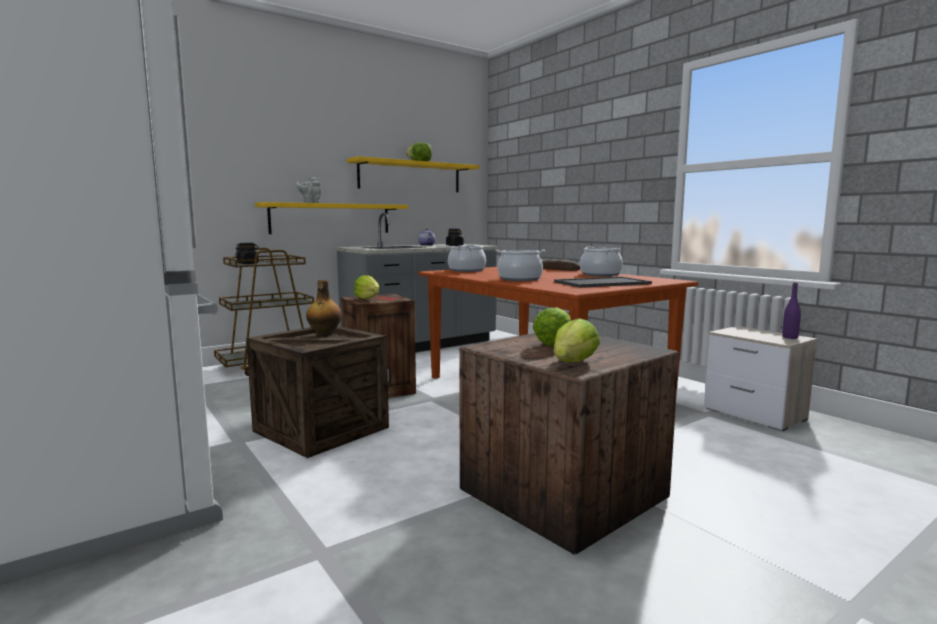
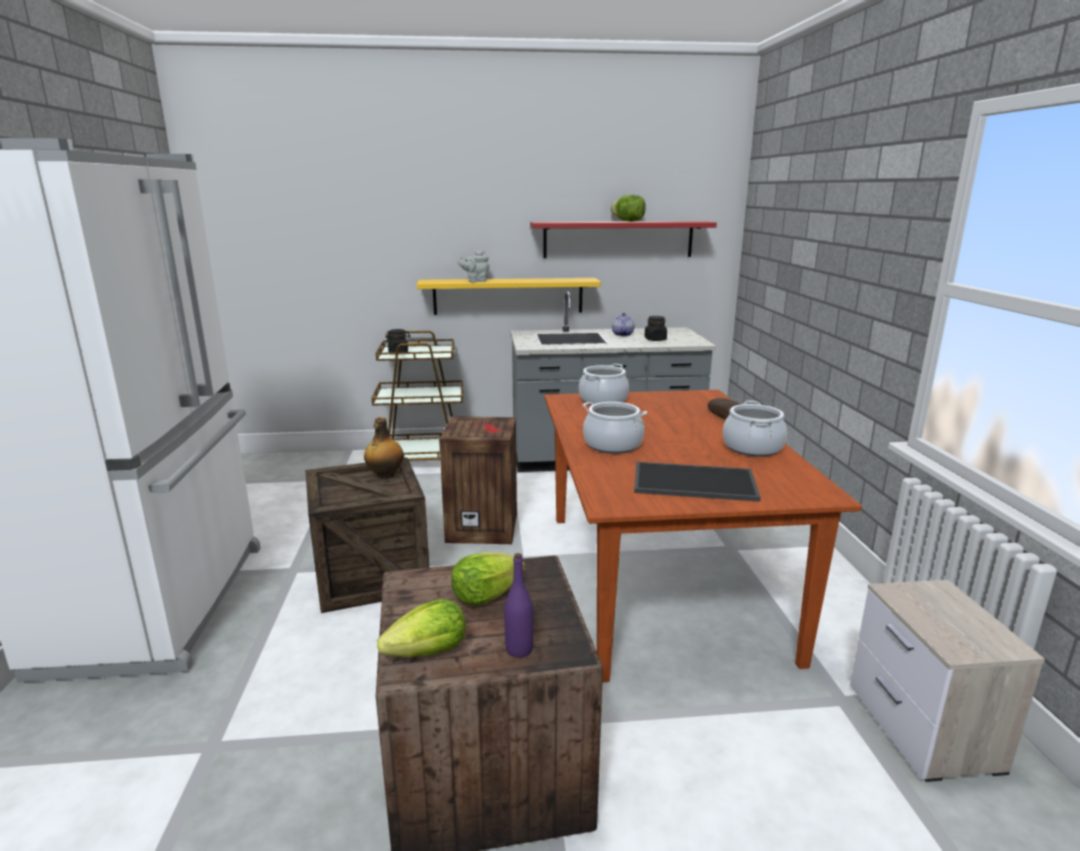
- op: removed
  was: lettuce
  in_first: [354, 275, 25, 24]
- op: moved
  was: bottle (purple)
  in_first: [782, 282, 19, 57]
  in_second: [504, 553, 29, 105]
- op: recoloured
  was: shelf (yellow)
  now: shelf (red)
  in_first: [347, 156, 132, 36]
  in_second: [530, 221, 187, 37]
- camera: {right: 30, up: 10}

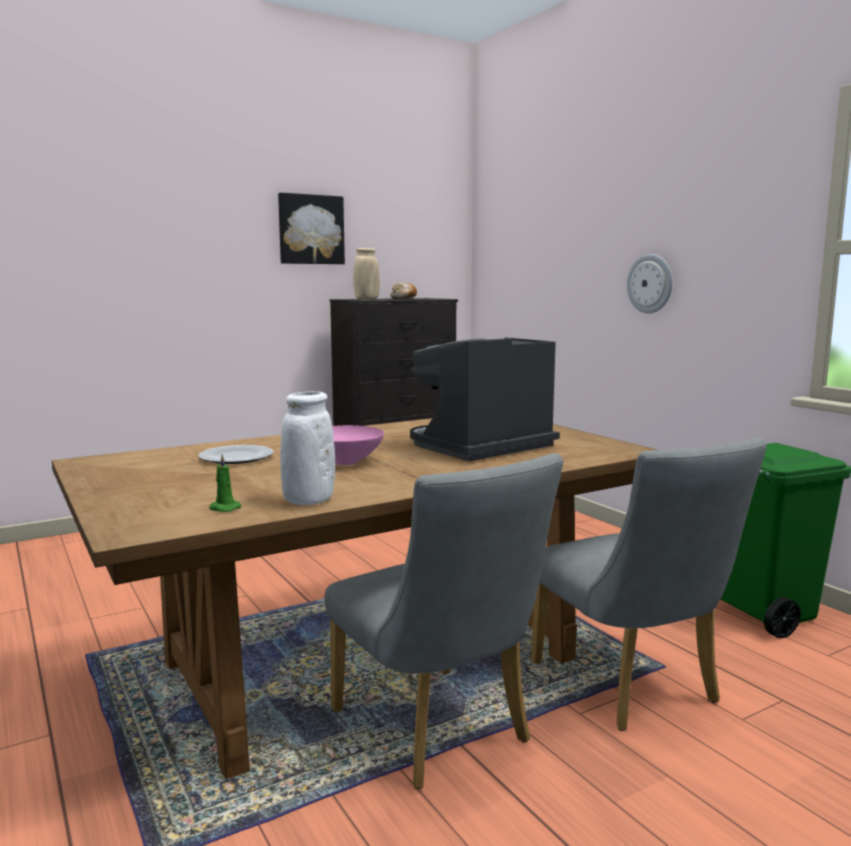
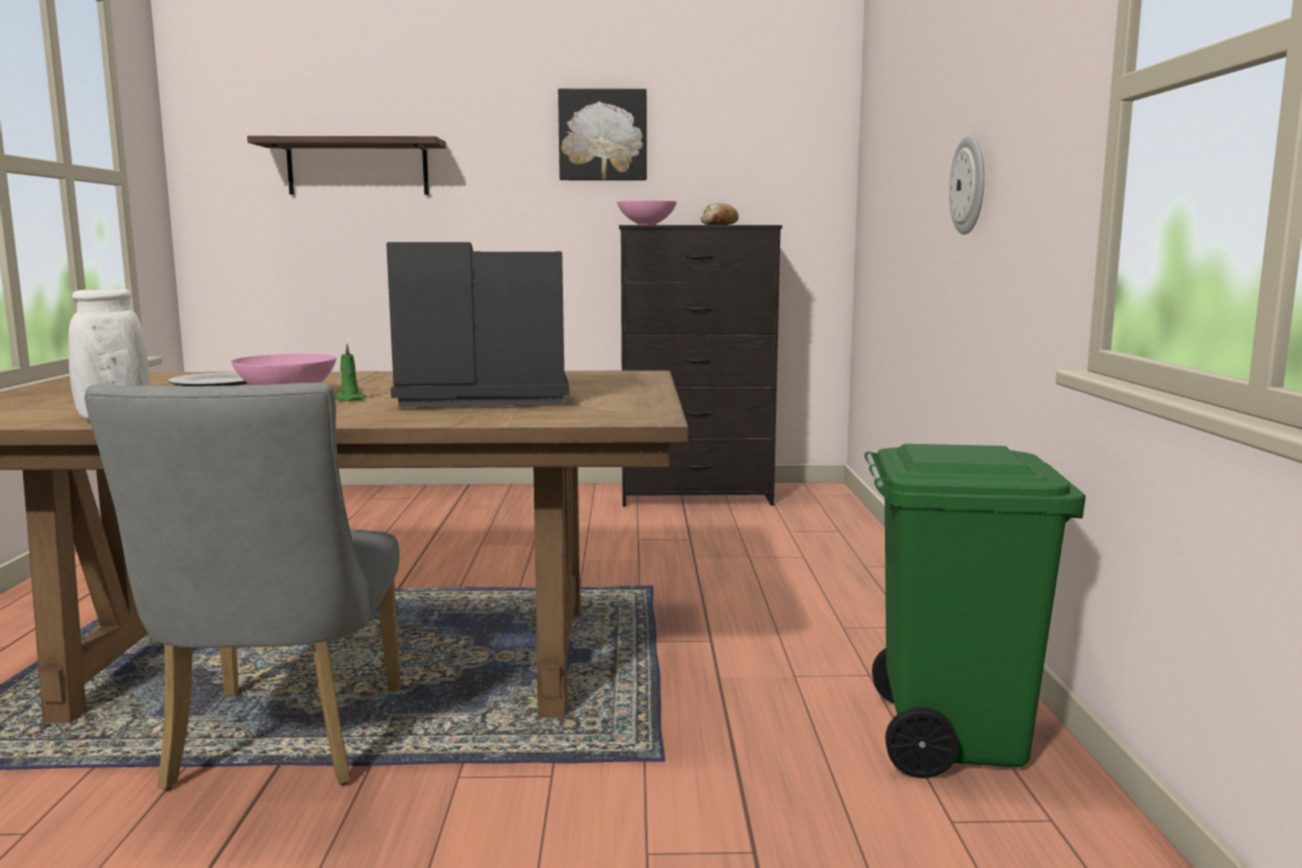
- op: removed
  was: chair (grey)
  in_first: [531, 438, 236, 293]
- op: added
  now: shelf
  in_second: [247, 136, 199, 59]
- op: moved
  was: candle (green)
  in_first: [209, 454, 32, 58]
  in_second: [335, 343, 31, 58]
- op: replaced
  was: vase (beige)
  now: bowl (pink)
  in_first: [353, 248, 27, 52]
  in_second: [617, 200, 60, 25]
- camera: {right: 30, up: 0}

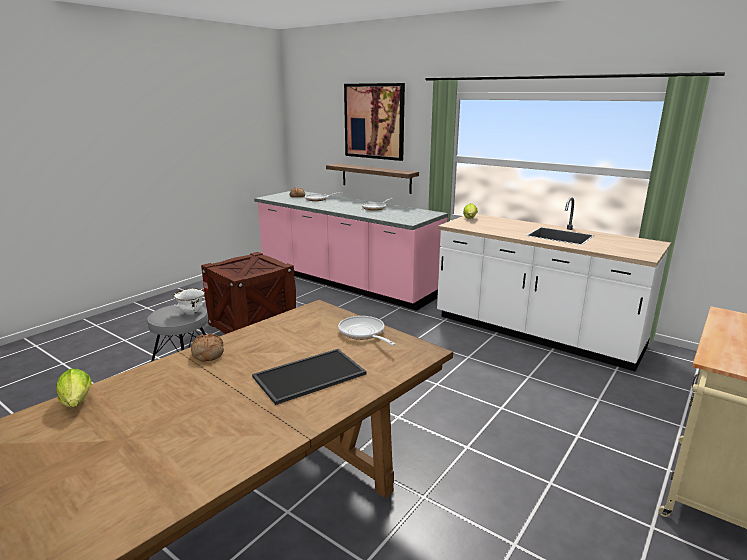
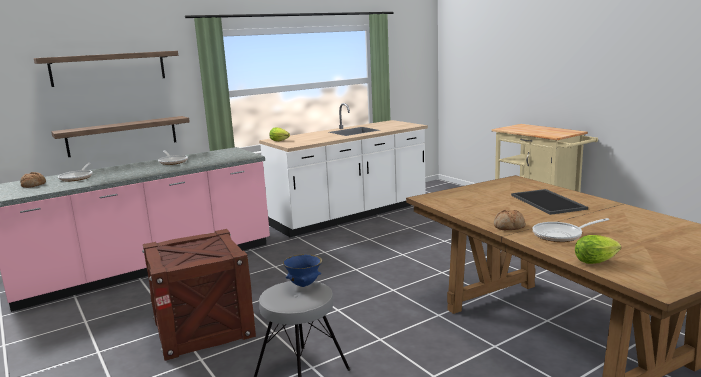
- op: moved
  was: frying pan
  in_first: [338, 316, 58, 30]
  in_second: [532, 218, 77, 24]
- op: replaced
  was: picture
  now: shelf
  in_first: [344, 83, 61, 78]
  in_second: [34, 51, 144, 36]
- op: recoloured
  was: bowl (white)
  now: bowl (blue)
  in_first: [173, 288, 32, 26]
  in_second: [283, 254, 39, 33]
- camera: {right: -70, up: -5}

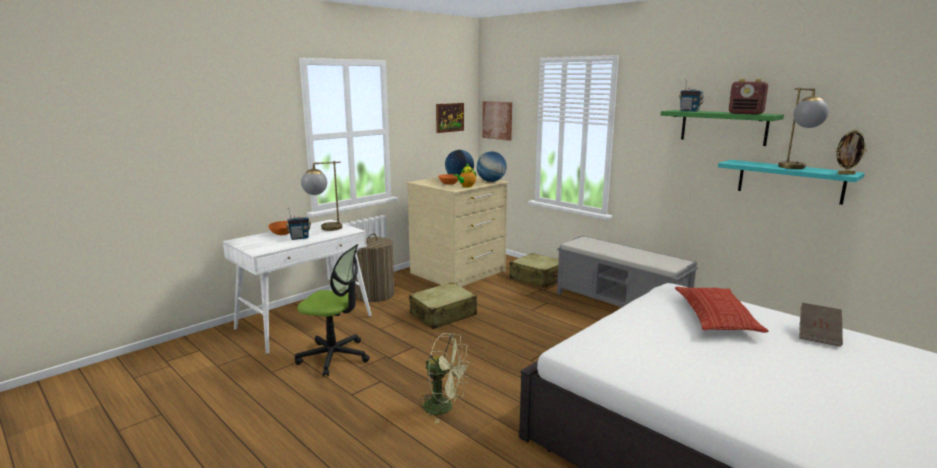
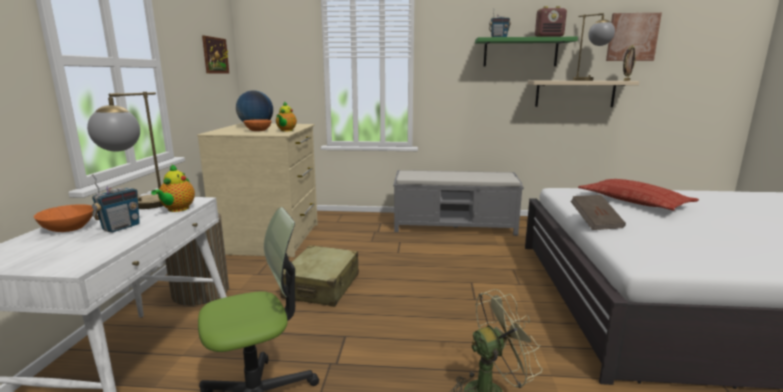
- op: removed
  was: globe
  in_first: [477, 151, 29, 31]
- op: removed
  was: suitcase (beige)
  in_first: [510, 253, 49, 35]
- op: added
  now: teapot
  in_second: [151, 164, 44, 48]
- op: moved
  was: picture
  in_first: [482, 101, 30, 40]
  in_second: [606, 13, 56, 48]
- op: moved
  was: book (brown)
  in_first: [799, 303, 44, 43]
  in_second: [570, 195, 56, 35]
- op: recoloured
  was: shelf (turquoise)
  now: shelf (beige)
  in_first: [718, 160, 147, 45]
  in_second: [528, 81, 112, 26]
- camera: {right: -40, up: 0}

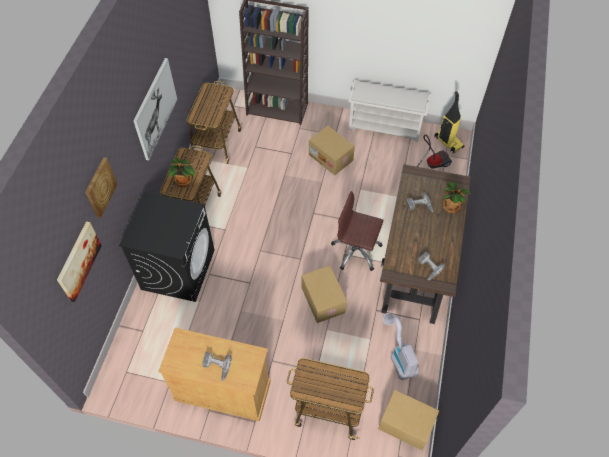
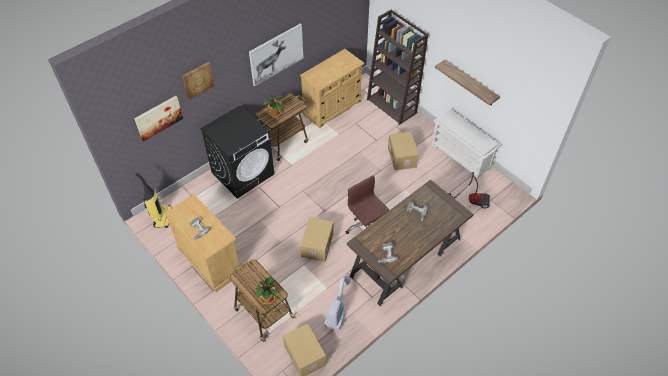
- op: added
  now: shelf
  in_second: [435, 59, 65, 47]
- op: moved
  was: vacuum cleaner
  in_first: [434, 91, 30, 62]
  in_second: [135, 173, 37, 55]
- op: moved
  was: potted plant
  in_first: [443, 182, 28, 31]
  in_second: [256, 277, 21, 28]
- op: replaced
  was: cart
  now: cabinet (beige)
  in_first: [187, 81, 54, 83]
  in_second: [300, 49, 65, 79]
- camera: {right: 35, up: -5}

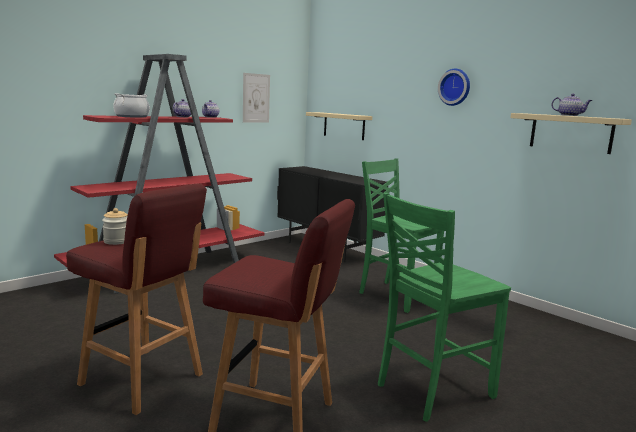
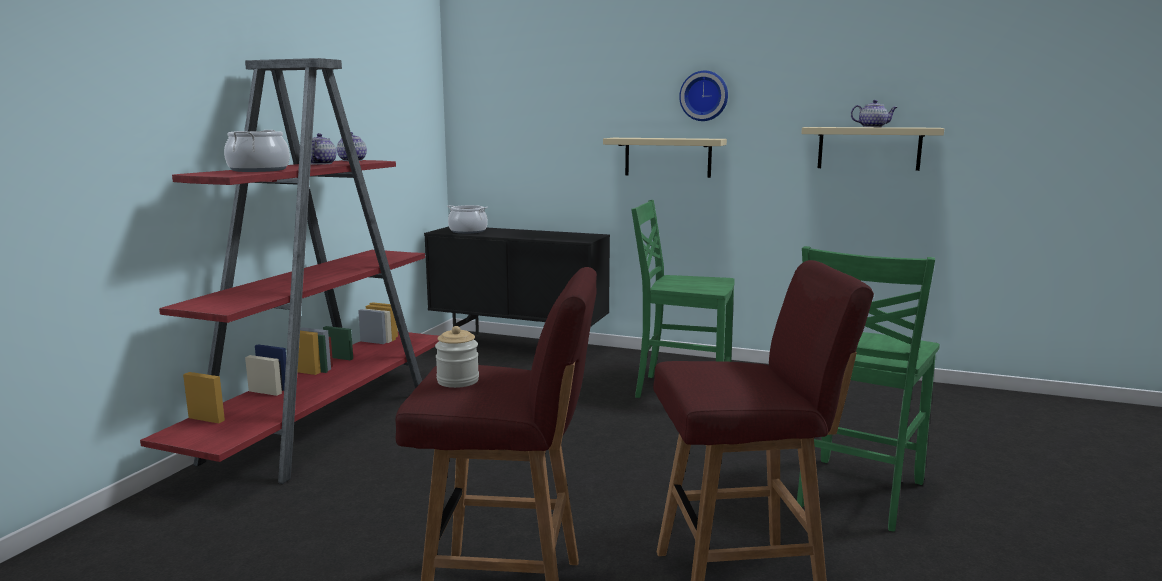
- op: removed
  was: picture
  in_first: [243, 73, 27, 49]
- op: added
  now: cooking pot
  in_second: [447, 205, 41, 29]
- op: moved
  was: shelf (beige)
  in_first: [306, 112, 66, 28]
  in_second: [603, 138, 124, 40]
- camera: {right: -25, up: 0}

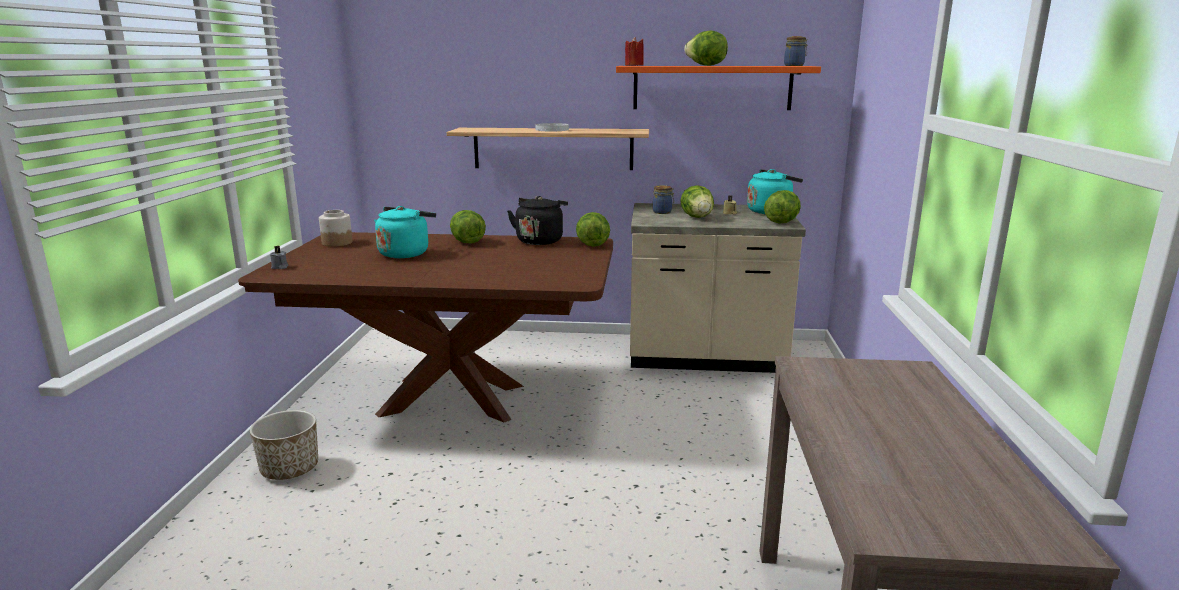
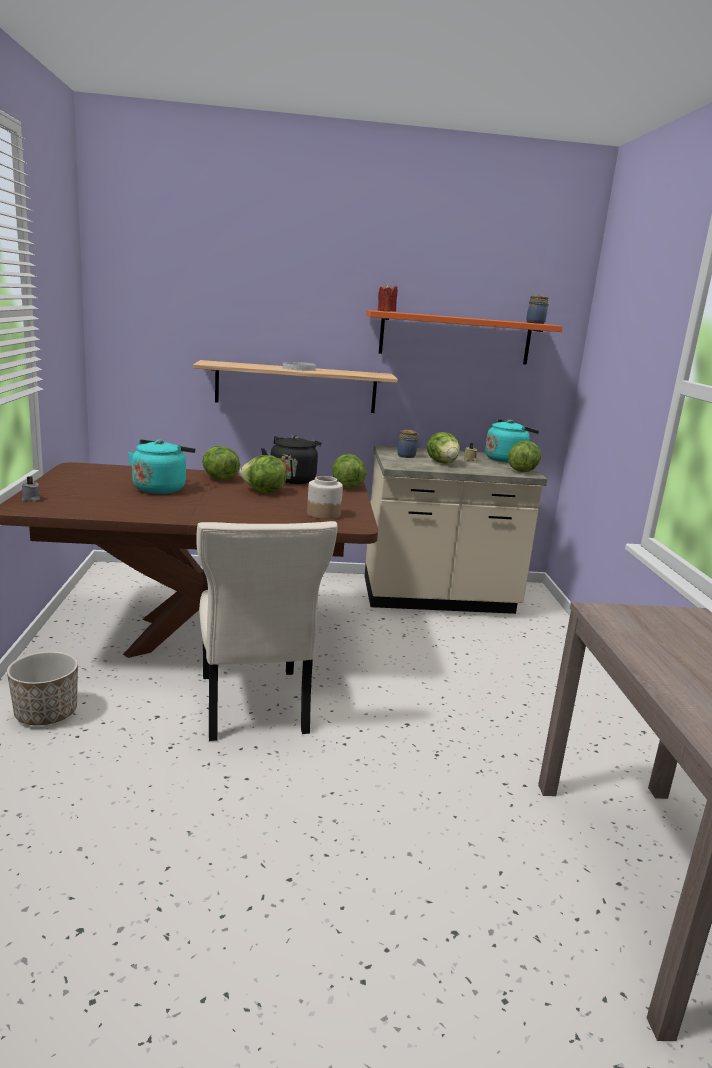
- op: added
  now: chair (beige)
  in_second: [196, 521, 141, 220]
- op: moved
  was: jar
  in_first: [319, 210, 33, 37]
  in_second: [307, 476, 36, 43]
- op: moved
  was: lettuce
  in_first: [684, 31, 44, 35]
  in_second: [240, 455, 47, 38]
- camera: {right: -10, up: 0}

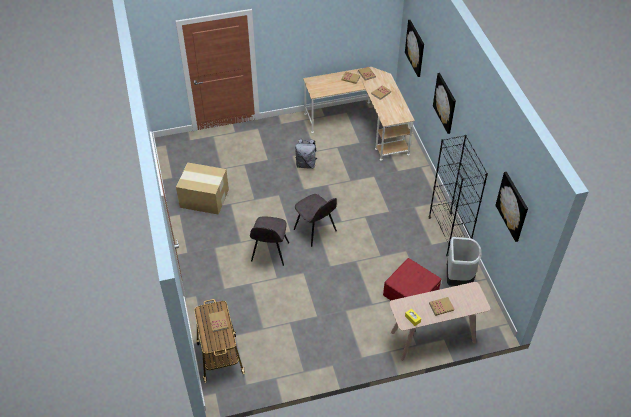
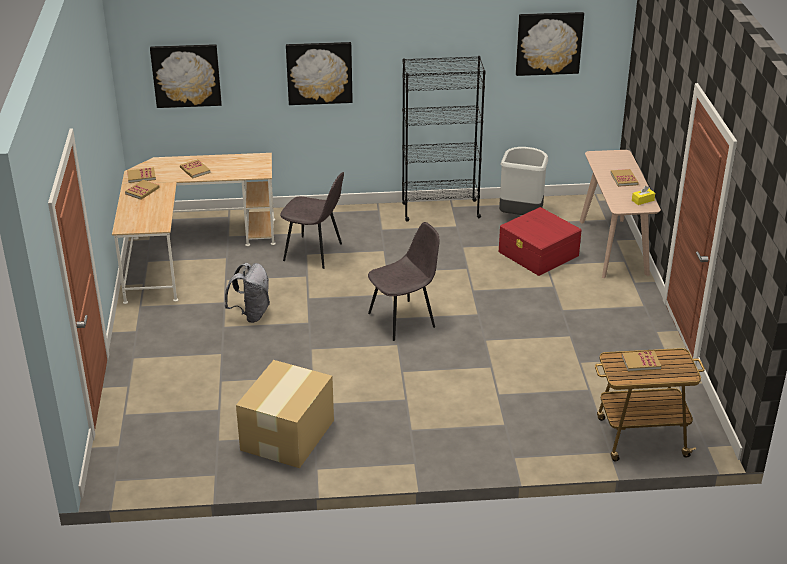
- op: moved
  was: chair (grey)
  in_first: [250, 216, 39, 50]
  in_second: [280, 172, 64, 97]
- camera: {right: -80, up: -15}

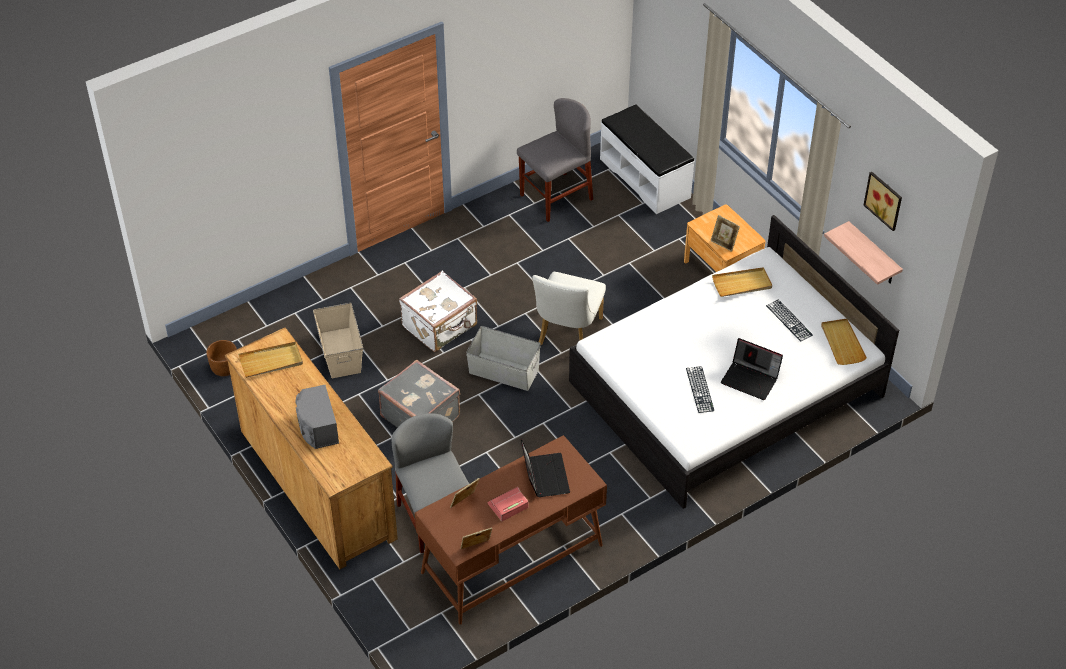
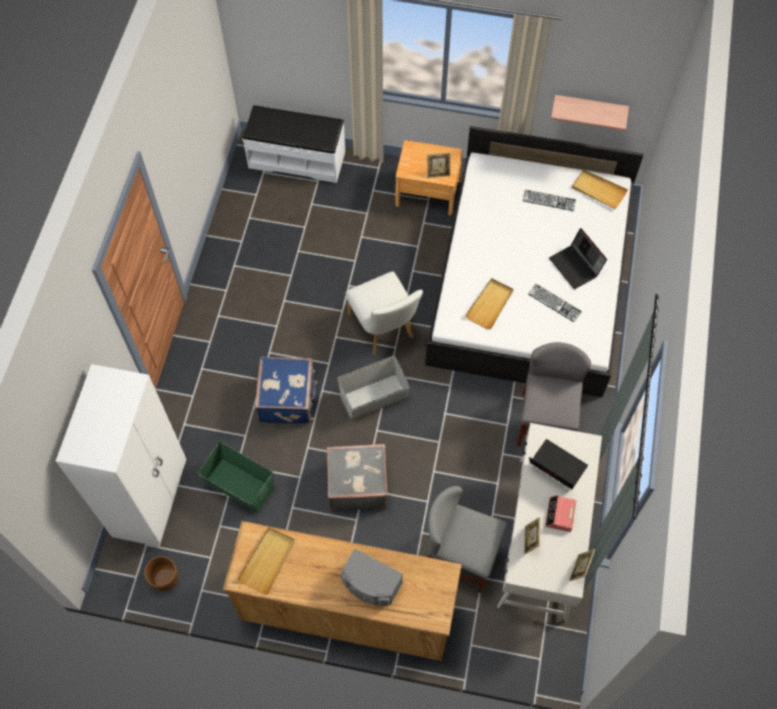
- op: removed
  was: picture
  in_first: [864, 172, 38, 59]
- op: added
  now: wardrobe (white)
  in_second: [56, 364, 130, 183]
- op: moved
  was: chair (grey)
  in_first: [517, 98, 76, 124]
  in_second: [517, 342, 74, 104]
- op: moved
  was: tray (beige)
  in_first: [712, 267, 60, 30]
  in_second: [465, 278, 49, 51]
- op: recoloured
  was: storage box (beige)
  now: storage box (green)
  in_first: [313, 303, 50, 75]
  in_second: [197, 442, 77, 70]
- op: recoloured
  was: suitcase (white)
  now: suitcase (blue)
  in_first: [399, 271, 78, 81]
  in_second: [255, 357, 63, 68]
- op: recoloured
  was: desk (brown)
  now: desk (white)
  in_first: [415, 435, 192, 190]
  in_second: [497, 423, 105, 199]
- op: turned
  was: laptop
  in_first: [721, 338, 62, 62]
  in_second: [549, 228, 58, 61]
  clockwise: 75
- camera: {right: -45, up: 15}

